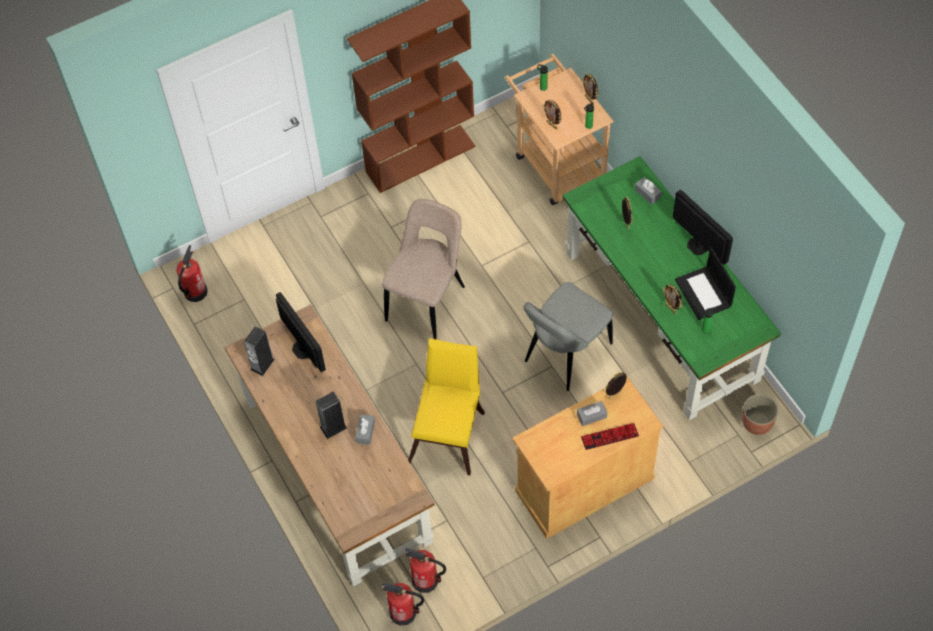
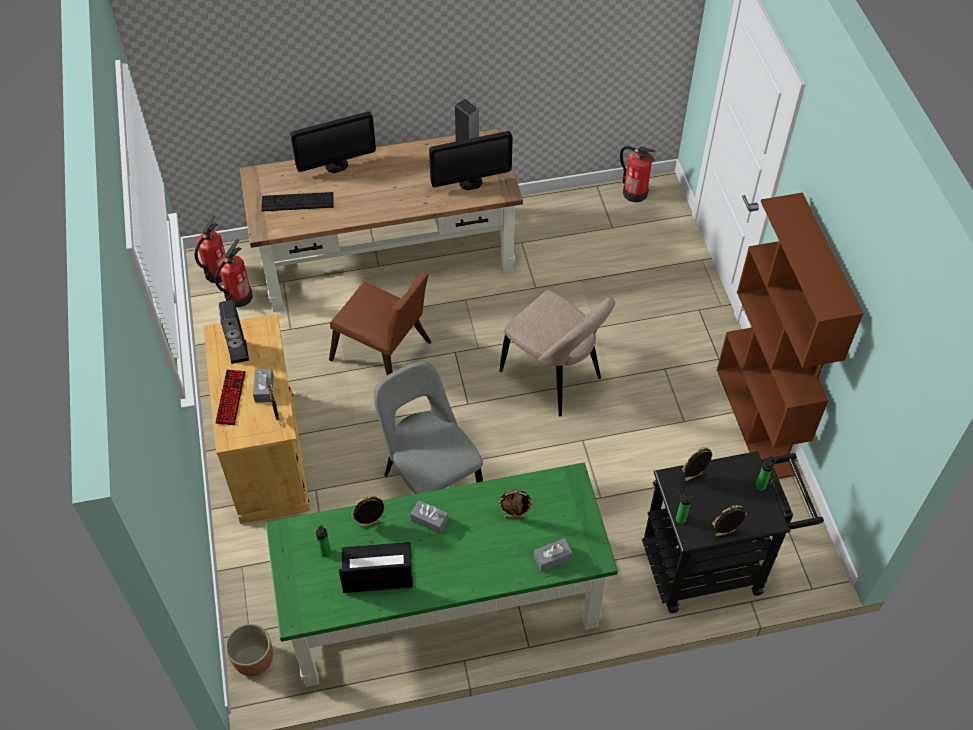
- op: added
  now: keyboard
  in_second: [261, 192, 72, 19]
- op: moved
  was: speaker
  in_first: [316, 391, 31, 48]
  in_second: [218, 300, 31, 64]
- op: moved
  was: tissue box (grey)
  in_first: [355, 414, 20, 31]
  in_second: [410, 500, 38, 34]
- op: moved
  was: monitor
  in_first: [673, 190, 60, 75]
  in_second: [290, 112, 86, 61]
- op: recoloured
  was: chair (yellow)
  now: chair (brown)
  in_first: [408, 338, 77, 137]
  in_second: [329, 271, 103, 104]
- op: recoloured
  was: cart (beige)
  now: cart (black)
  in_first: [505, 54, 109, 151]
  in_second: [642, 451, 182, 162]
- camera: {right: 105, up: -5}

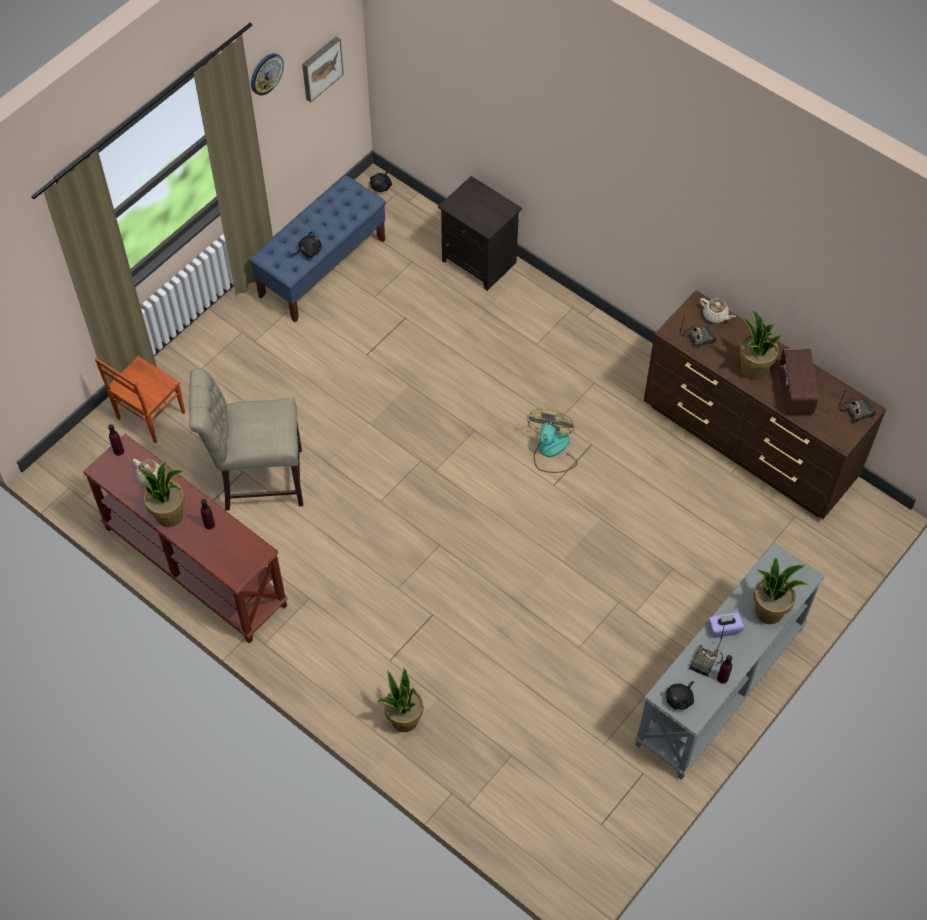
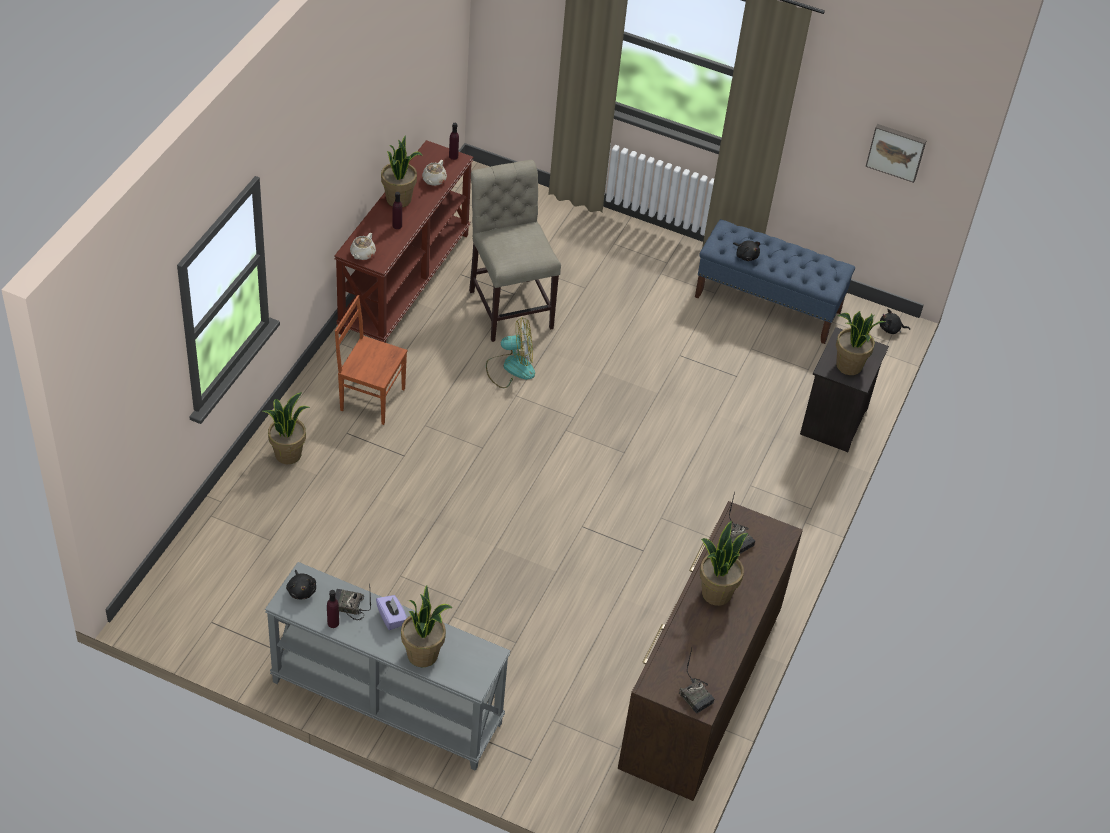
- op: removed
  was: wall clock
  in_first: [251, 53, 33, 43]
- op: removed
  was: radio
  in_first: [779, 349, 39, 65]
- op: added
  now: potted plant
  in_second: [836, 311, 49, 64]
- op: moved
  was: chair (brown)
  in_first: [95, 356, 90, 88]
  in_second: [335, 295, 72, 130]
- op: moved
  was: fan
  in_first: [527, 409, 50, 64]
  in_second: [486, 317, 49, 71]
- op: moved
  was: teapot (beige)
  in_first: [700, 298, 36, 25]
  in_second: [350, 233, 26, 27]
- op: turned
  was: plush toy (black)
  in_first: [666, 681, 28, 29]
  in_second: [286, 570, 30, 29]
  clockwise: -135
- camera: {right: 70, up: -10}

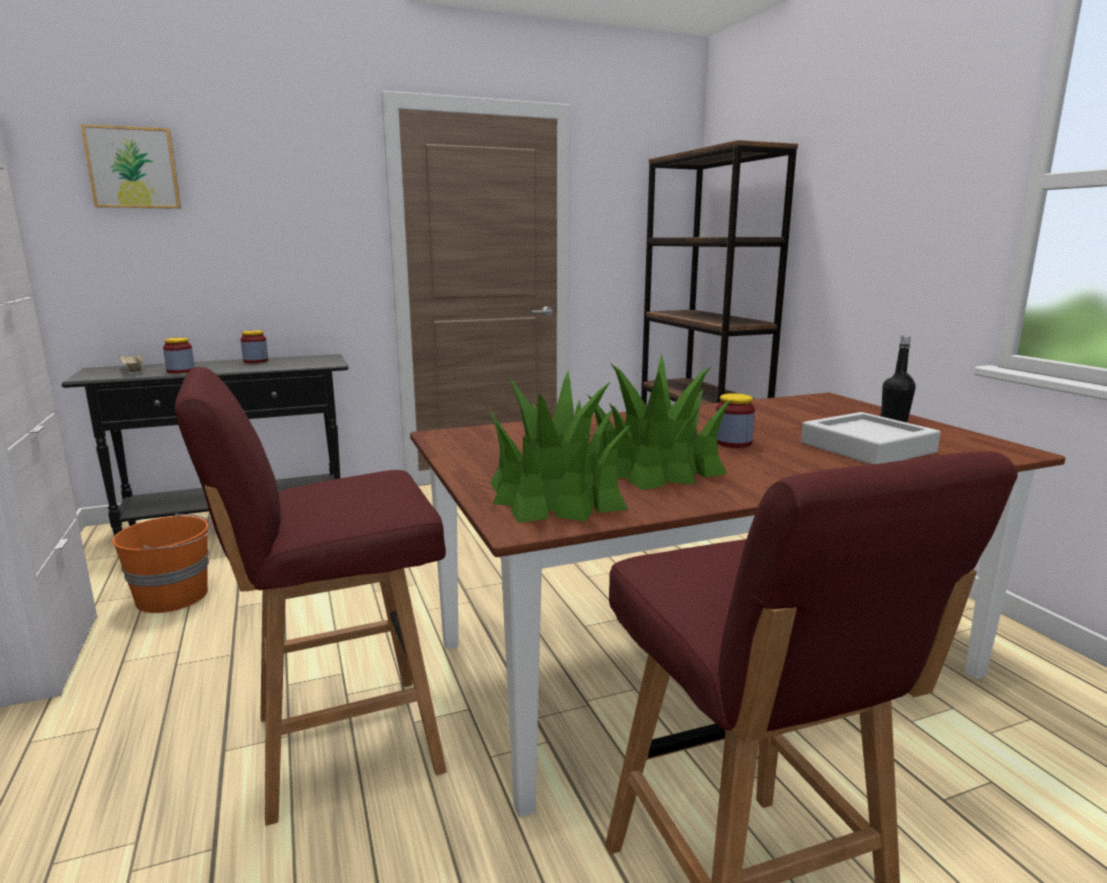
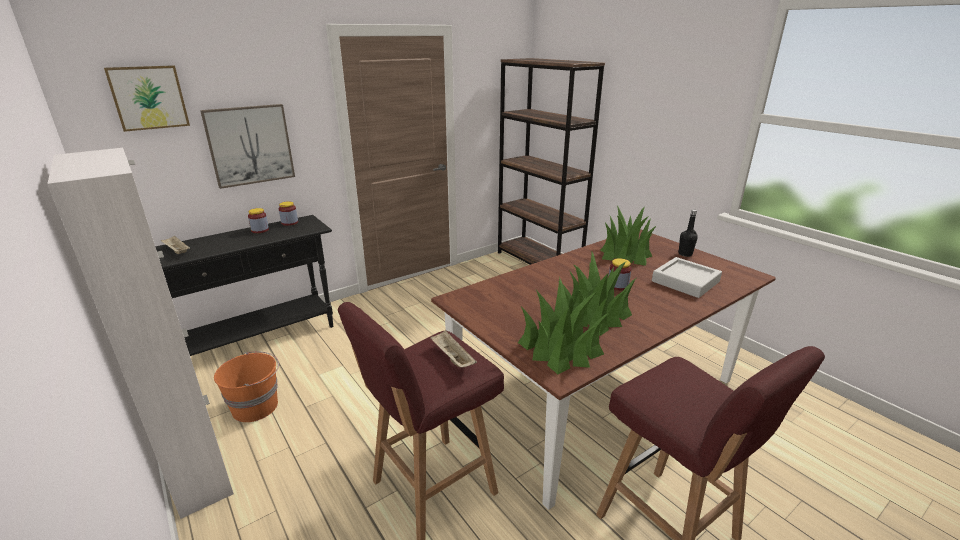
- op: added
  now: picture
  in_second: [200, 104, 95, 85]
- op: added
  now: tray (beige)
  in_second: [430, 330, 47, 38]
- op: added
  now: potted plant
  in_second: [600, 205, 57, 61]
- op: moved
  was: jar
  in_first: [163, 338, 32, 35]
  in_second: [279, 201, 19, 25]
- camera: {right: -15, up: 10}

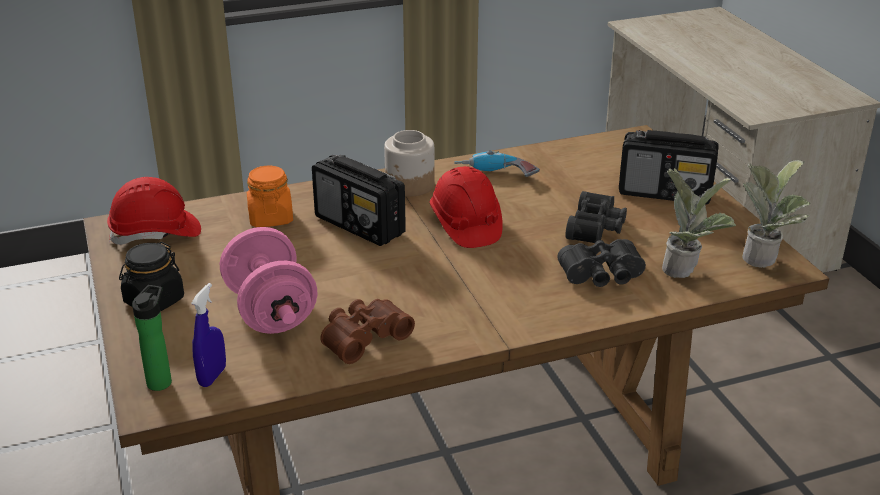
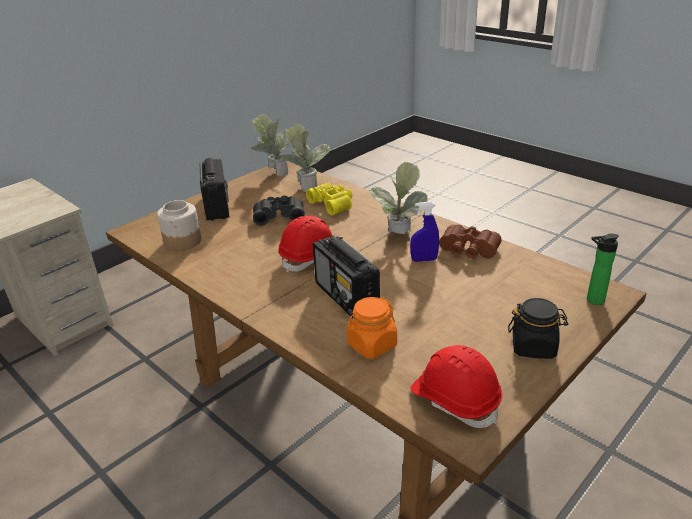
- op: removed
  was: dumbbell (pink)
  in_first: [220, 227, 97, 107]
- op: removed
  was: power drill
  in_first: [454, 151, 86, 26]
- op: added
  now: potted plant
  in_second: [369, 162, 59, 72]
- op: moved
  was: spray bottle (blue)
  in_first: [191, 283, 35, 104]
  in_second: [410, 202, 29, 60]
- op: moved
  was: jar
  in_first: [384, 130, 51, 67]
  in_second: [157, 200, 44, 51]
- op: recoloured
  was: binoculars (black)
  now: binoculars (yellow)
  in_first: [557, 239, 89, 48]
  in_second: [306, 183, 46, 33]
- op: turned
  was: radio
  in_first: [312, 155, 94, 91]
  in_second: [313, 236, 67, 82]
  clockwise: 135
- camera: {right: -115, up: 0}

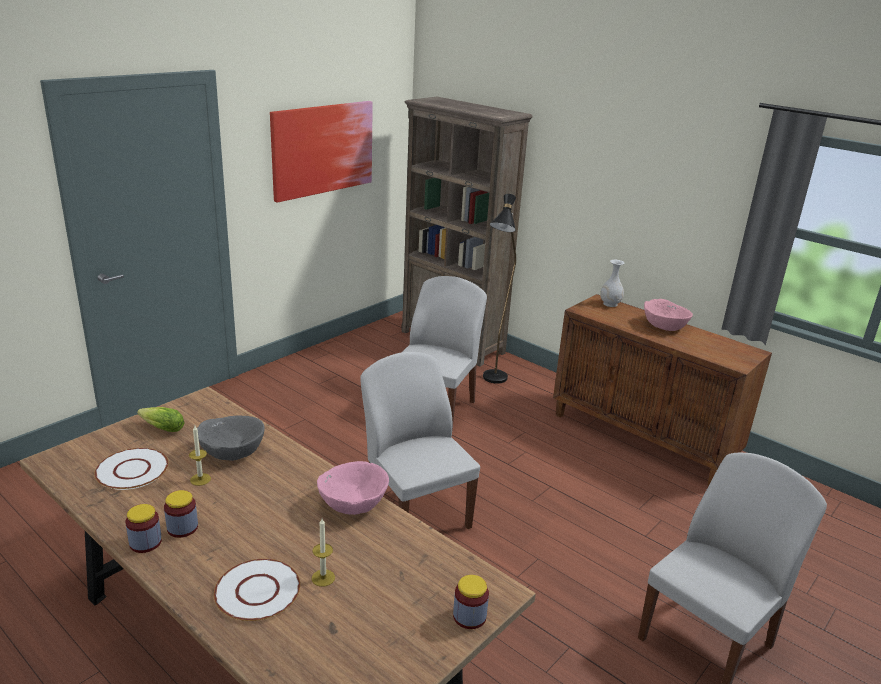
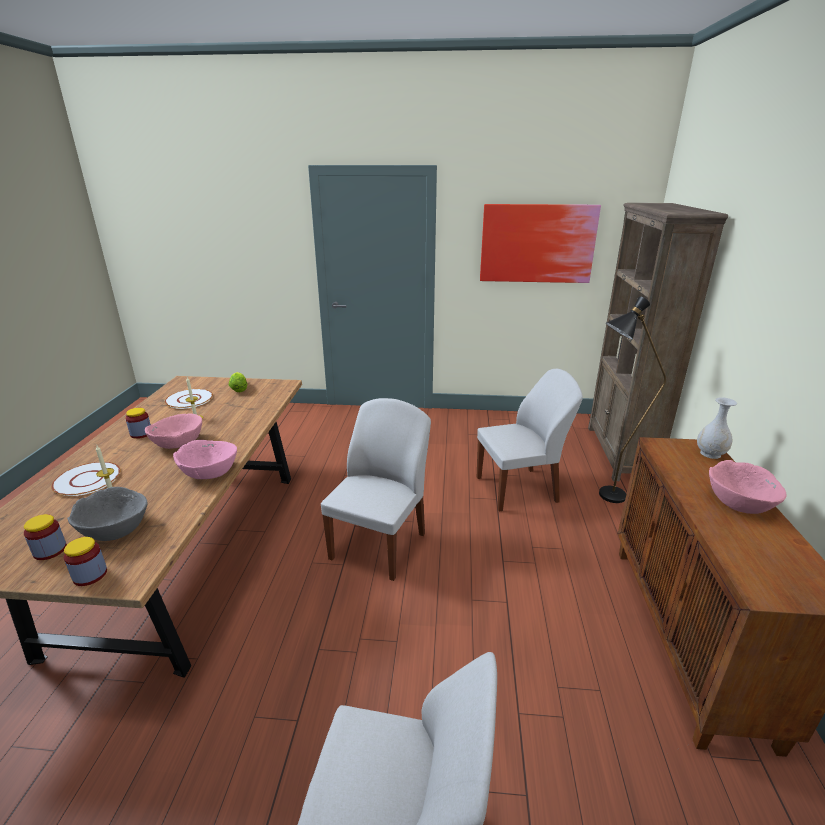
- op: added
  now: bowl (pink)
  in_second: [145, 413, 57, 36]
- op: moved
  was: jar
  in_first: [125, 504, 37, 49]
  in_second: [24, 514, 43, 46]
- op: moved
  was: bowl (grey)
  in_first: [197, 416, 68, 45]
  in_second: [67, 487, 81, 54]
- camera: {right: 55, up: 0}

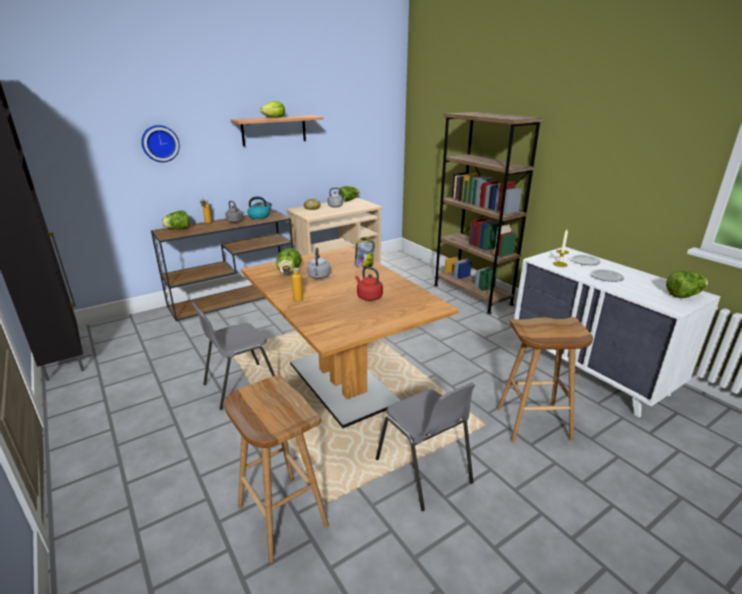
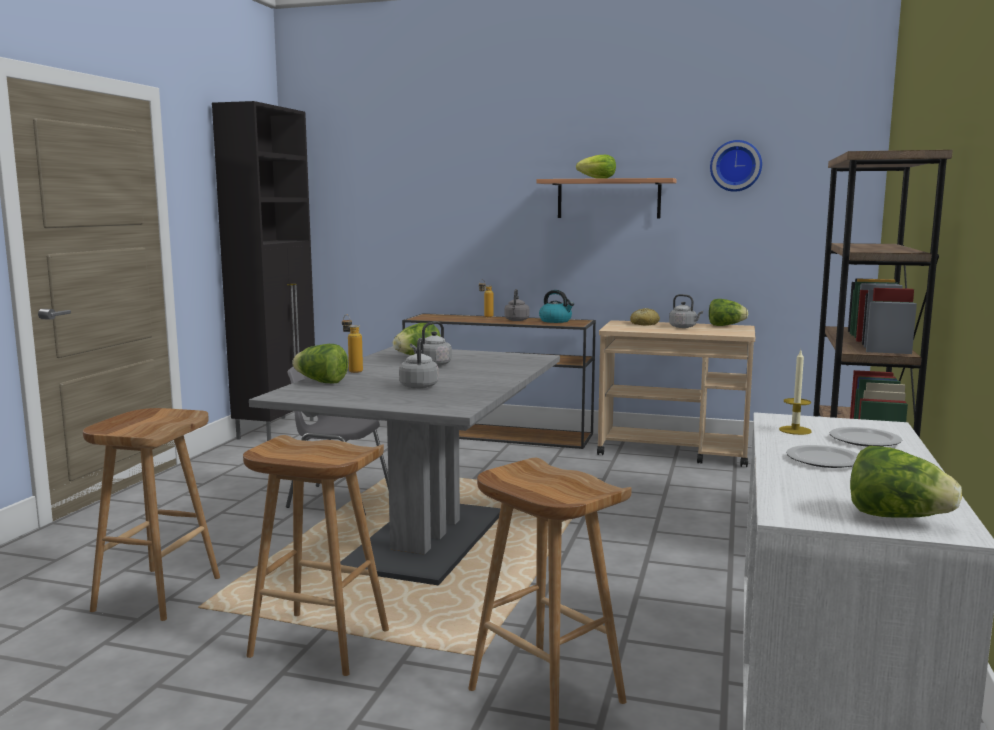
- op: removed
  was: jar
  in_first: [355, 237, 20, 31]
- op: moved
  was: wall clock
  in_first: [141, 125, 39, 37]
  in_second: [710, 140, 52, 52]
- op: moved
  was: lettuce
  in_first: [161, 210, 29, 20]
  in_second: [292, 344, 56, 39]
- op: replaced
  was: chair (grey)
  now: stool (brown)
  in_first: [376, 383, 99, 128]
  in_second: [243, 435, 146, 241]
- op: recoloured
  was: dining table (brown)
  now: dining table (grey)
  in_first: [241, 246, 218, 182]
  in_second: [249, 346, 311, 239]
- op: recoloured
  was: kettle (red)
  now: kettle (grey)
  in_first: [355, 267, 28, 34]
  in_second: [399, 338, 40, 51]
- camera: {right: 50, up: -15}

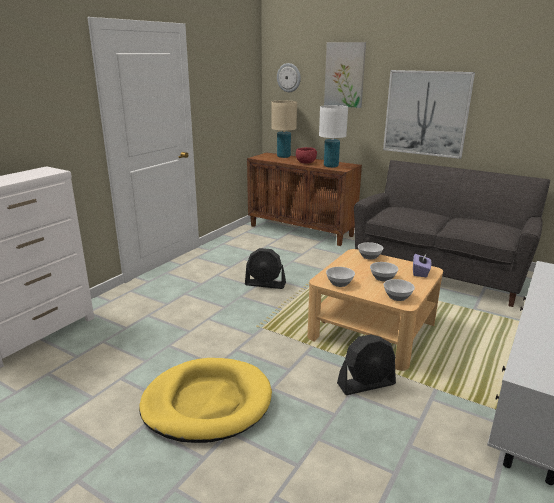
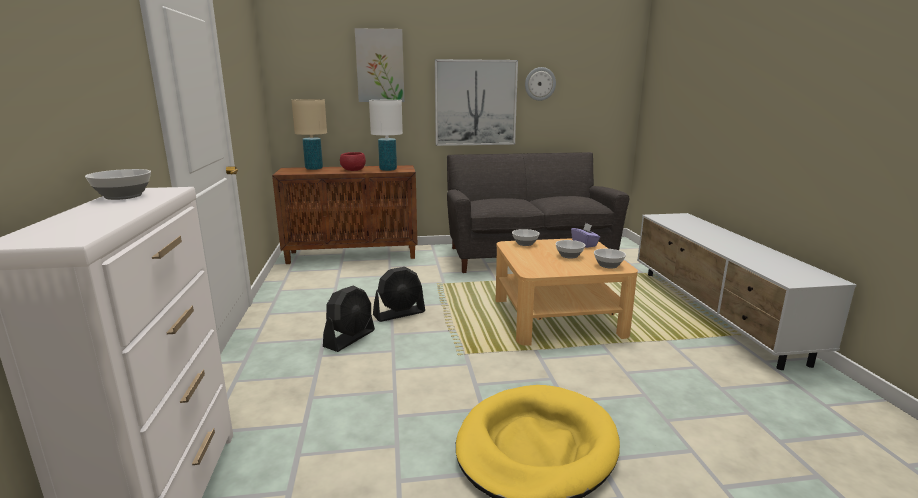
- op: moved
  was: wall clock
  in_first: [277, 63, 24, 29]
  in_second: [525, 67, 31, 34]
- op: moved
  was: bowl
  in_first: [326, 267, 29, 20]
  in_second: [85, 169, 66, 31]
- op: moved
  was: fan (black)
  in_first: [337, 335, 59, 60]
  in_second: [323, 286, 52, 66]
- camera: {right: -40, up: -5}

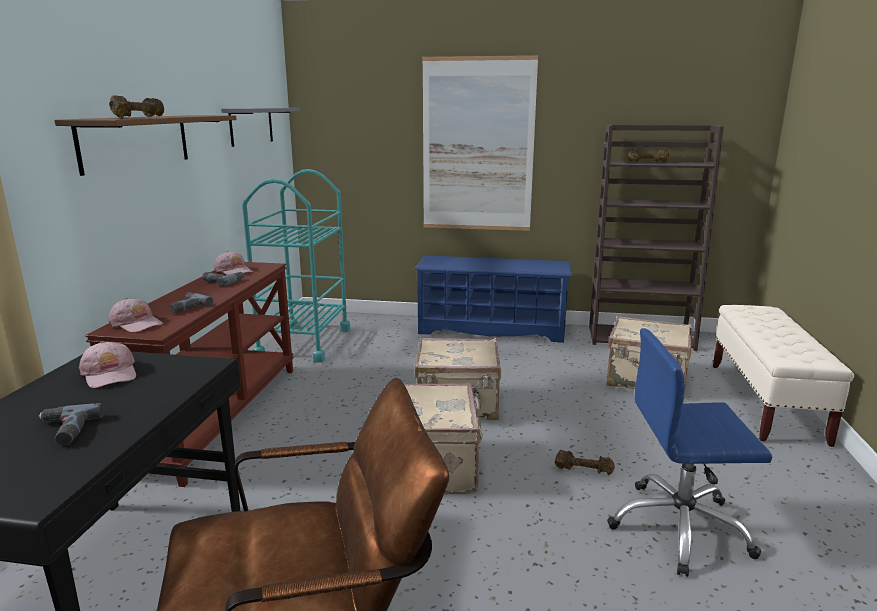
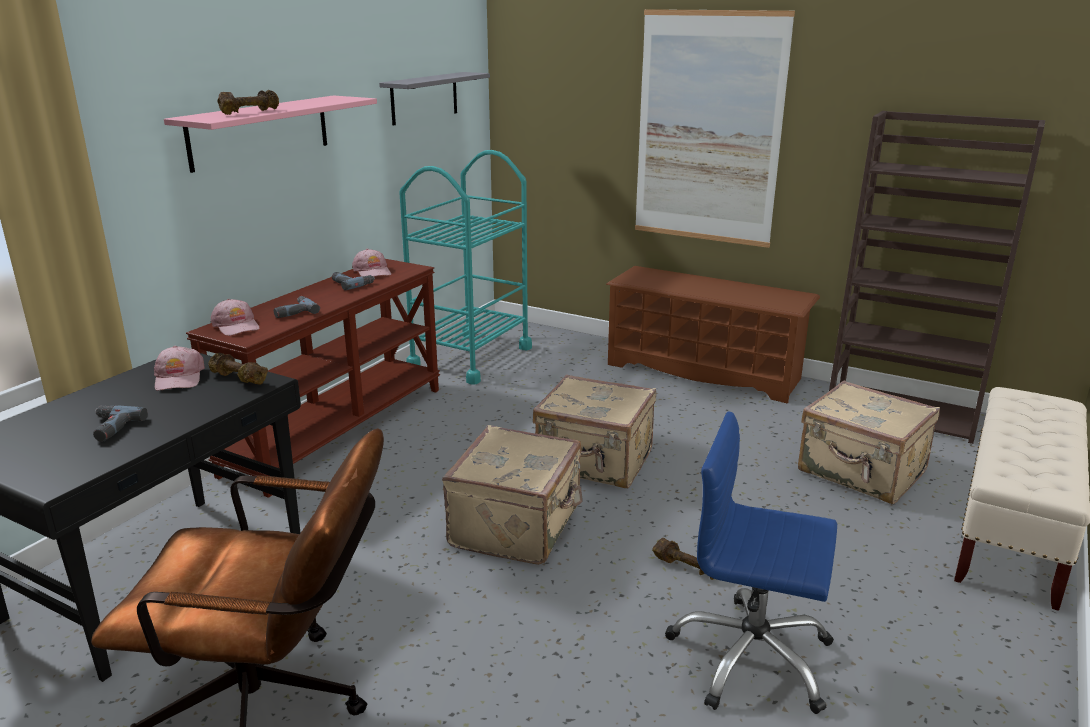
- op: moved
  was: dumbbell (brown)
  in_first: [628, 150, 41, 12]
  in_second: [208, 353, 60, 32]
- op: recoloured
  was: shelf (brown)
  now: shelf (pink)
  in_first: [55, 115, 182, 61]
  in_second: [164, 95, 213, 78]
- op: recoloured
  was: shoe rack (blue)
  now: shoe rack (brown)
  in_first: [414, 256, 158, 87]
  in_second: [606, 266, 214, 138]
- camera: {right: 20, up: 5}

